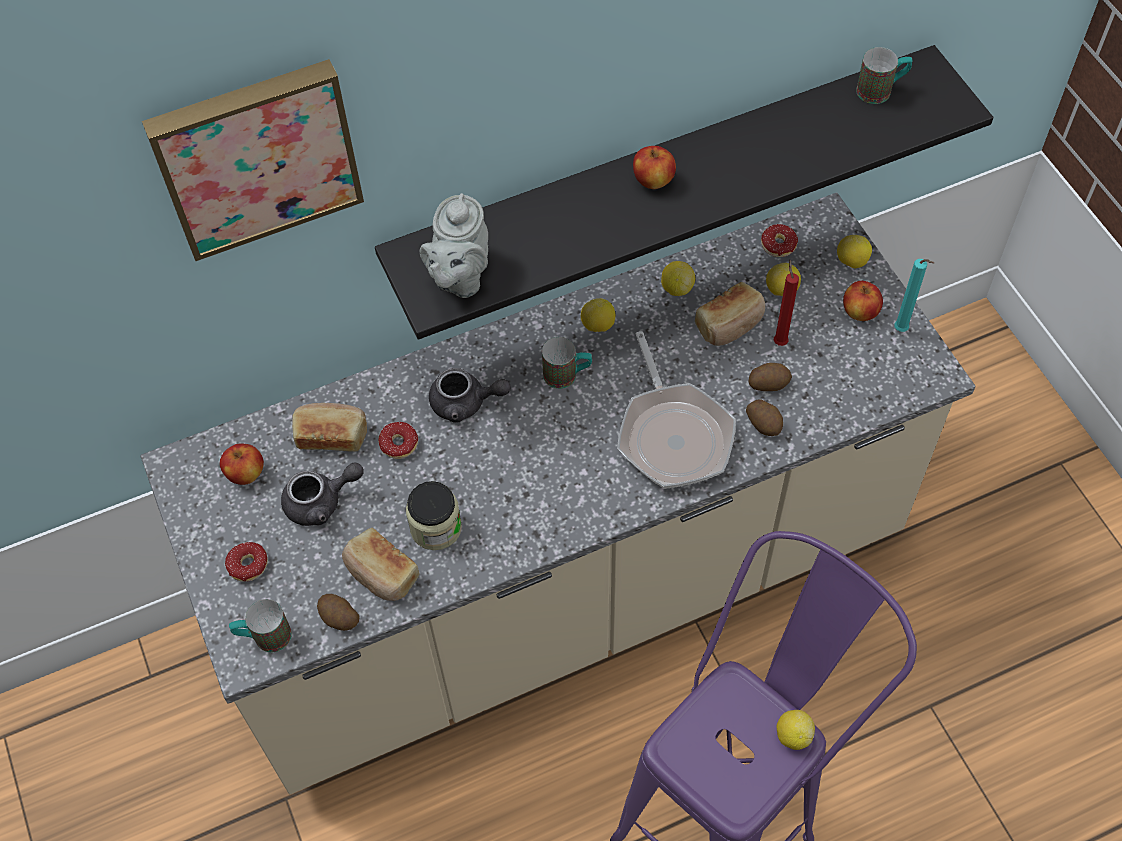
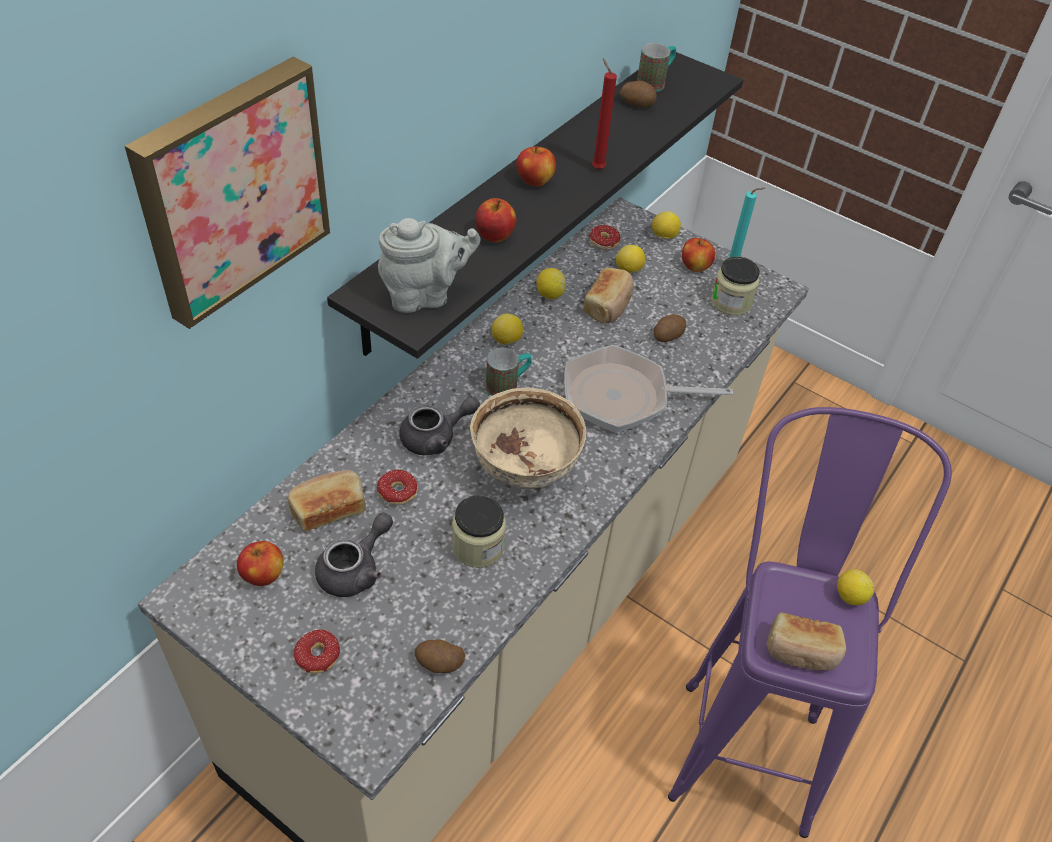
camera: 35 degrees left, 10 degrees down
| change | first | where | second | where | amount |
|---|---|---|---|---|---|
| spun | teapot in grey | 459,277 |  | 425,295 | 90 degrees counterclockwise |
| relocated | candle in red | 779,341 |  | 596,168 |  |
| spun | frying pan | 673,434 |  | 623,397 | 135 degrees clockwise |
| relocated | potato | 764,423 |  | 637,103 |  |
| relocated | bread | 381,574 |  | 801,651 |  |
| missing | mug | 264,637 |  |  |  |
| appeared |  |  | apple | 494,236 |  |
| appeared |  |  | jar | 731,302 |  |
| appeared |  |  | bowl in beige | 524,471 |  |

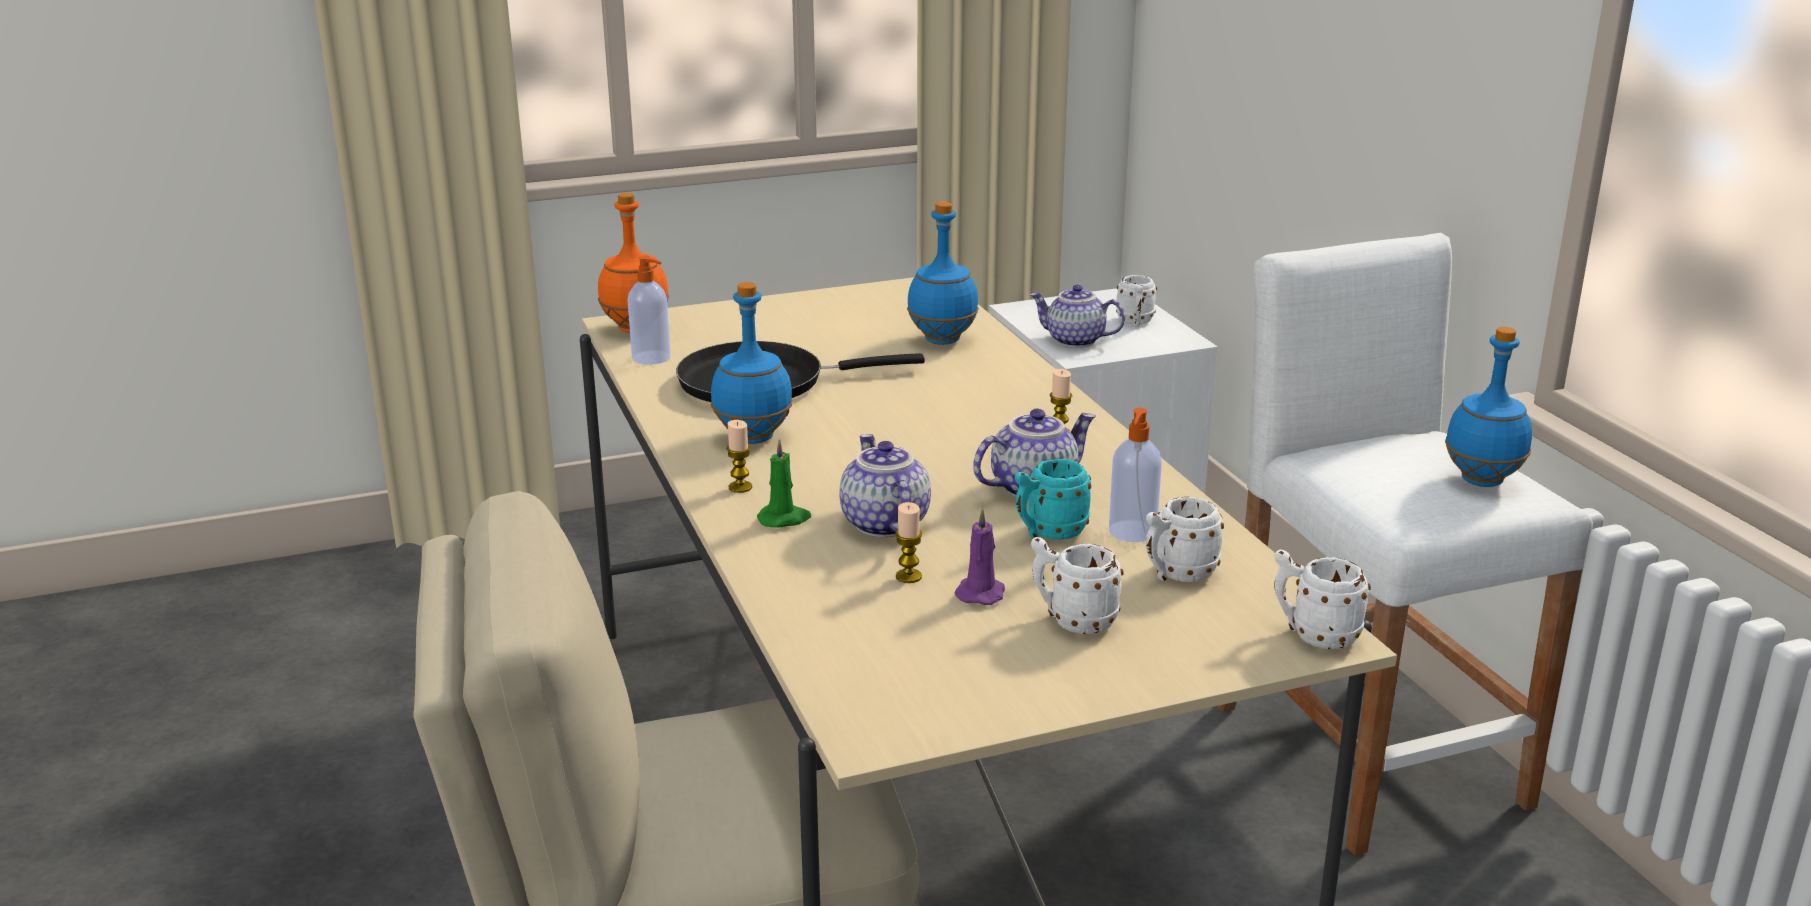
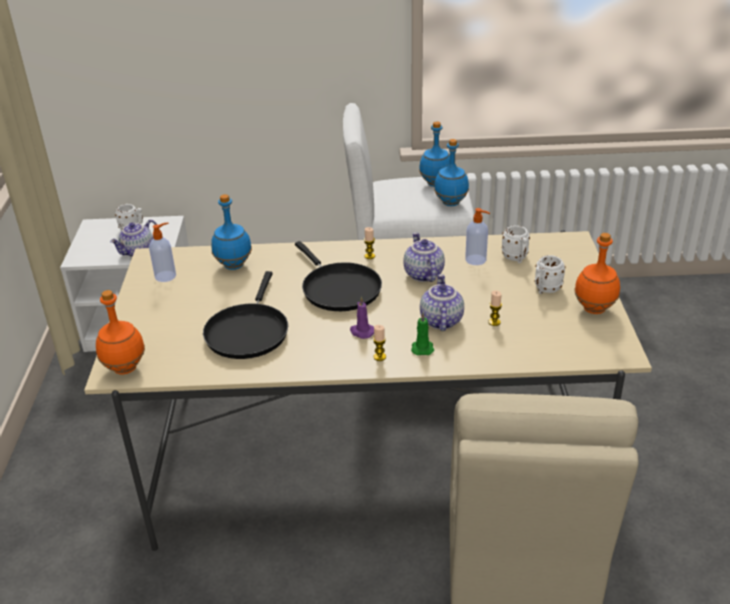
camera: 70 degrees left, 10 degrees up
| change | first | where | second | where | amount |
|---|---|---|---|---|---|
| relocated | soap dispenser | 652,358 |  | 166,276 |  |
| relocated | bottle in blue | 753,438 |  | 451,203 |  |
| spun | teapot | 882,523 |  | 440,320 | 90 degrees clockwise |
| missing | mug in turquoise | 1048,533 |  |  |  |
| relocated | candle in purple | 981,593 |  | 361,332 |  |
| missing | mug in white | 1314,634 |  |  |  |
| appeared |  |  | bottle in orange | 594,309 |  |
| appeared |  |  | frying pan in black | 338,288 |  |

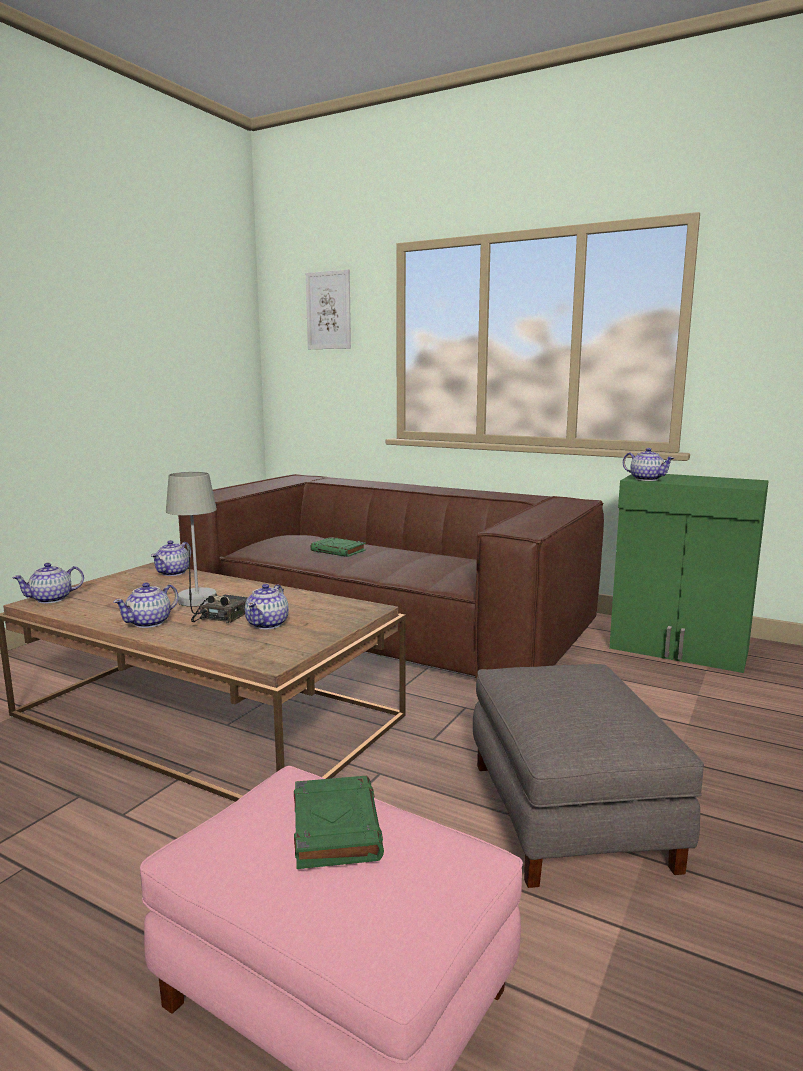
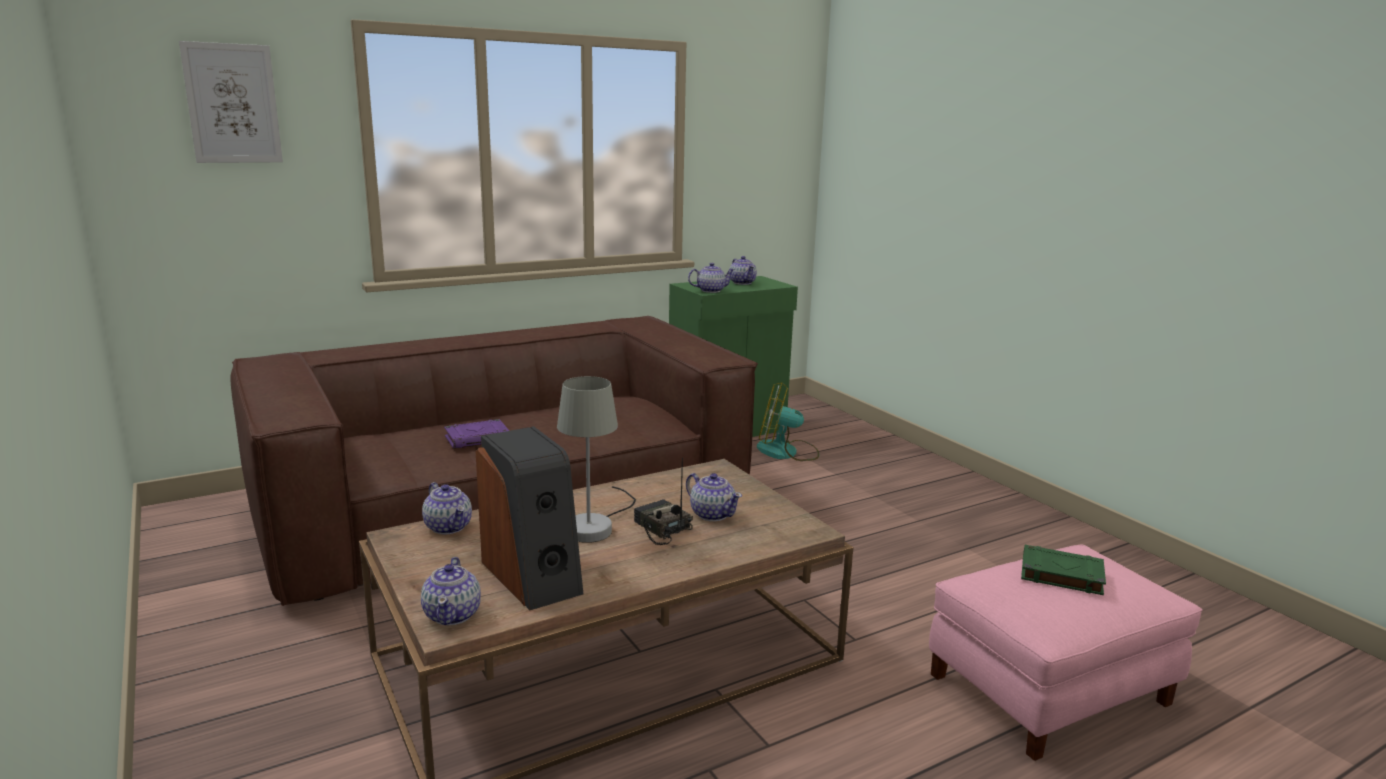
camera: 60 degrees left, 5 degrees up
| change | first | where | second | where | amount |
|---|---|---|---|---|---|
| colour | book in green | 339,551 | book in purple | 478,438 |  |
| relocated | teapot | 149,623 |  | 742,282 |  |
| missing | ottoman in grey | 571,814 |  |  |  |
| appeared |  |  | fan | 786,452 |  |
| appeared |  |  | speaker | 533,576 |  |

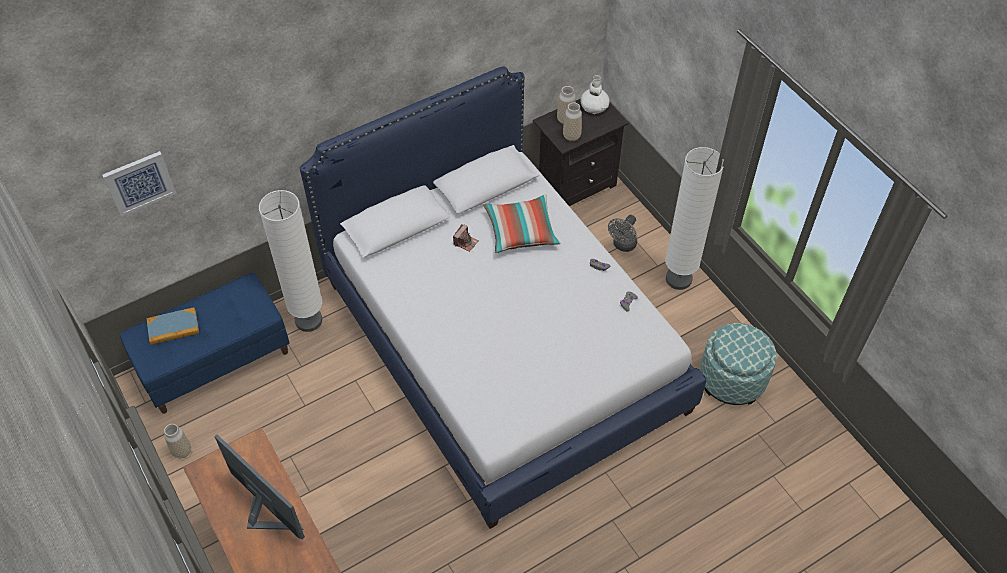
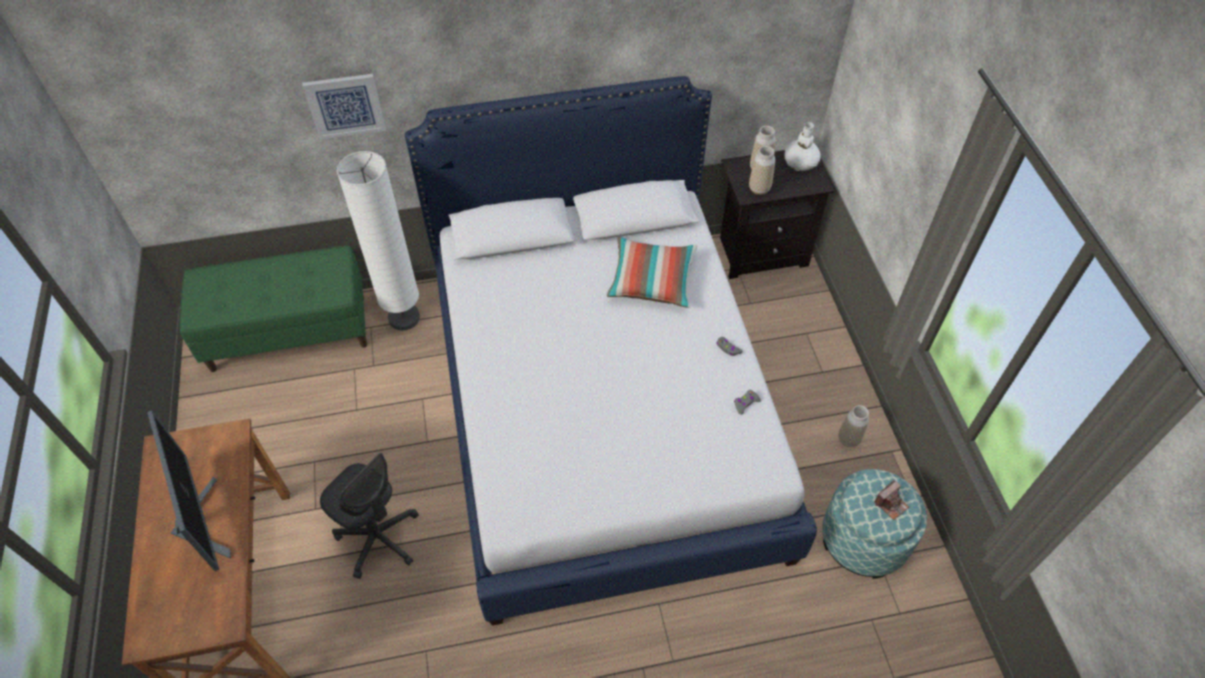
camera: 20 degrees right, 0 degrees up
| change | first | where | second | where | amount |
|---|---|---|---|---|---|
| missing | floor lamp in white | 678,279 |  |  |  |
| relocated | picture | 139,182 |  | 345,105 |  |
| missing | fan in grey | 623,246 |  |  |  |
| relocated | photo camera | 465,242 |  | 890,504 |  |
| colour | bench in blue | 215,361 | bench in green | 290,332 |  |
| missing | book | 173,327 |  |  |  |
| relocated | vase | 182,451 |  | 848,439 |  |
| appeared |  |  | office chair in grey | 379,538 |  |

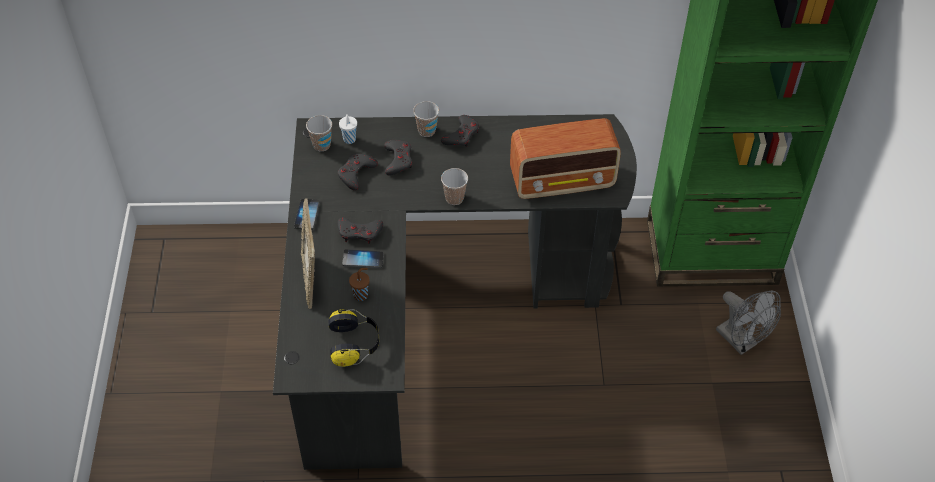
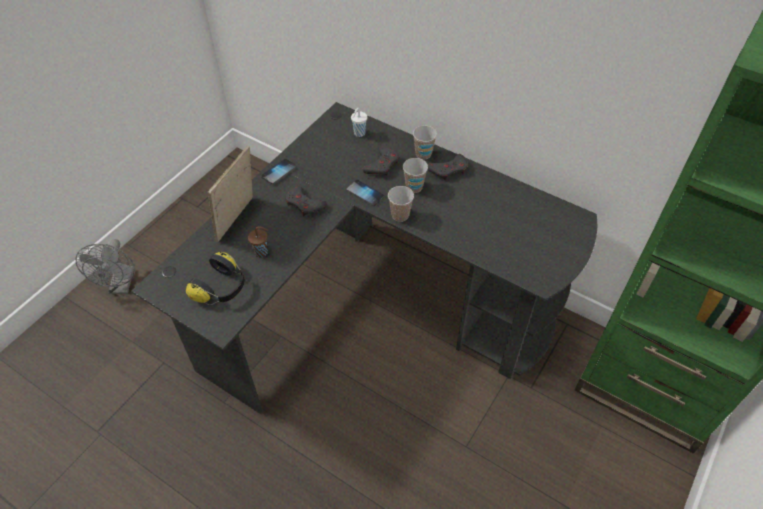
camera: 35 degrees right, 0 degrees up
| change | first | where | second | where | amount |
|---|---|---|---|---|---|
| relocated | cup | 321,145 |  | 414,187 |  |
| missing | radio | 563,181 |  |  |  |
| missing | game controller in grey | 356,173 |  |  |  |
| relocated | phone | 363,259 |  | 365,193 |  |
| relocated | fan in grey | 741,342 |  | 121,286 |  |

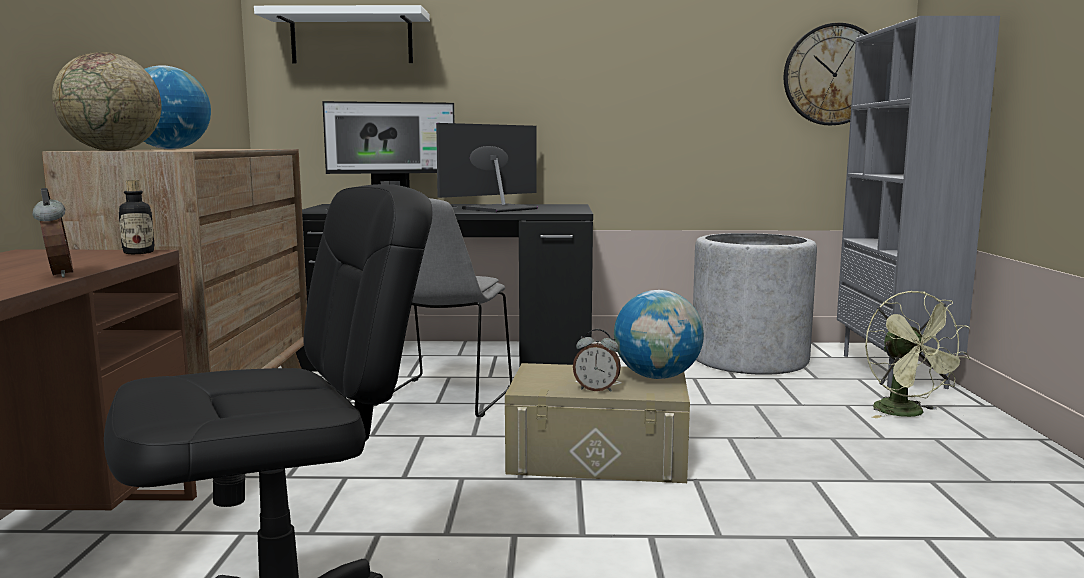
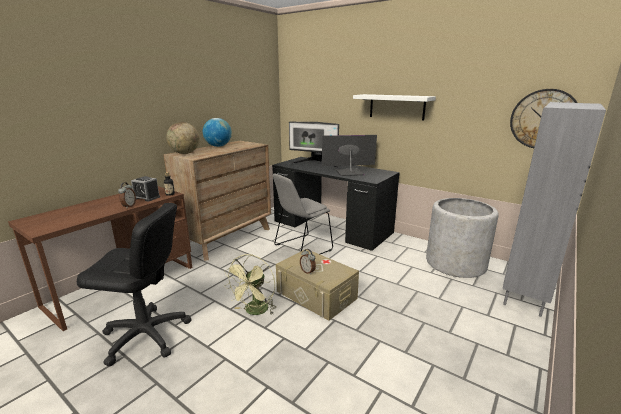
camera: 35 degrees right, 10 degrees up
| change | first | where | second | where | amount |
|---|---|---|---|---|---|
| relocated | shelf in white | 351,38 |  | 396,107 |  |
| missing | globe | 657,377 |  |  |  |
| relocated | fan in green | 907,413 |  | 254,311 |  |
| appeared |  |  | alarm clock | 147,197 |  |

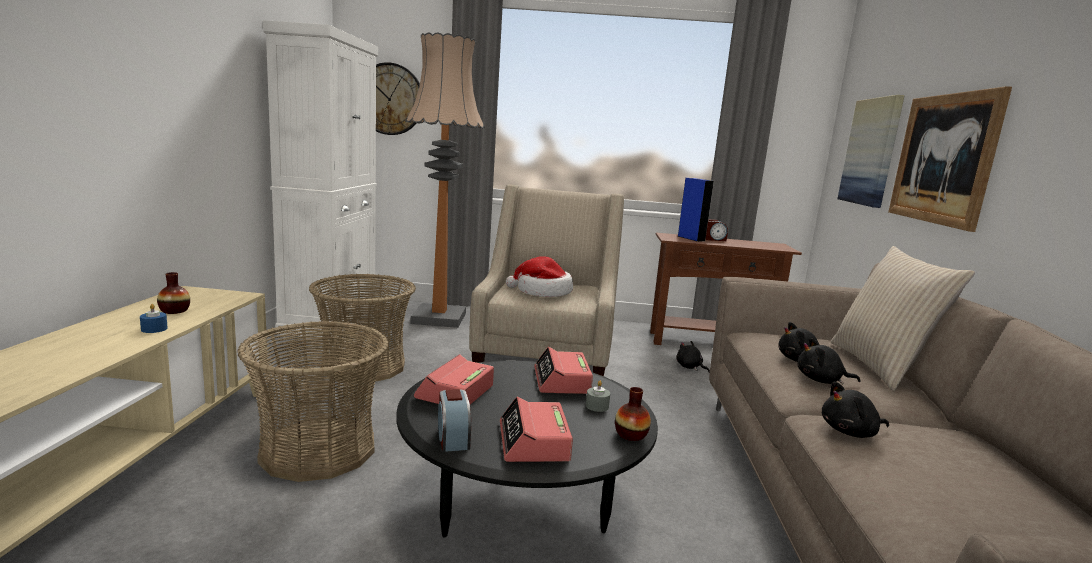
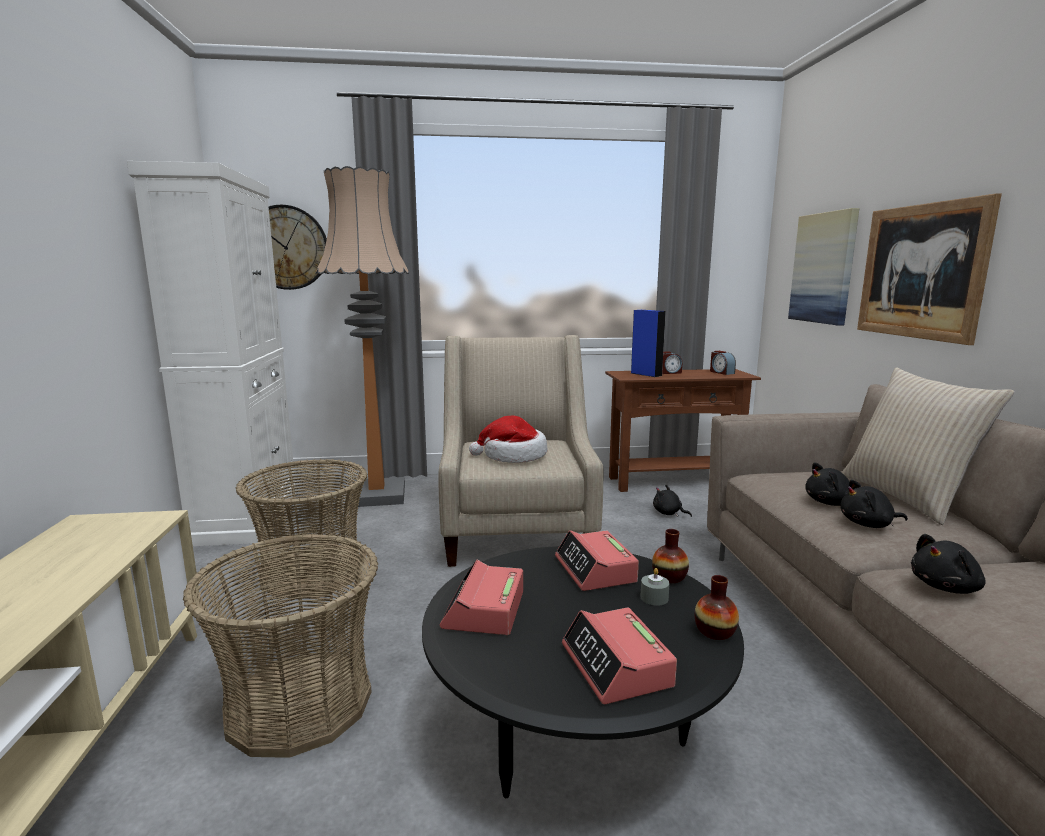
camera: 10 degrees left, 0 degrees up
| change | first | where | second | where | amount |
|---|---|---|---|---|---|
| relocated | vase | 174,311 |  | 669,577 |  |
| missing | candle in blue | 154,329 |  |  |  |
| relocated | alarm clock | 452,438 |  | 721,372 |  |

